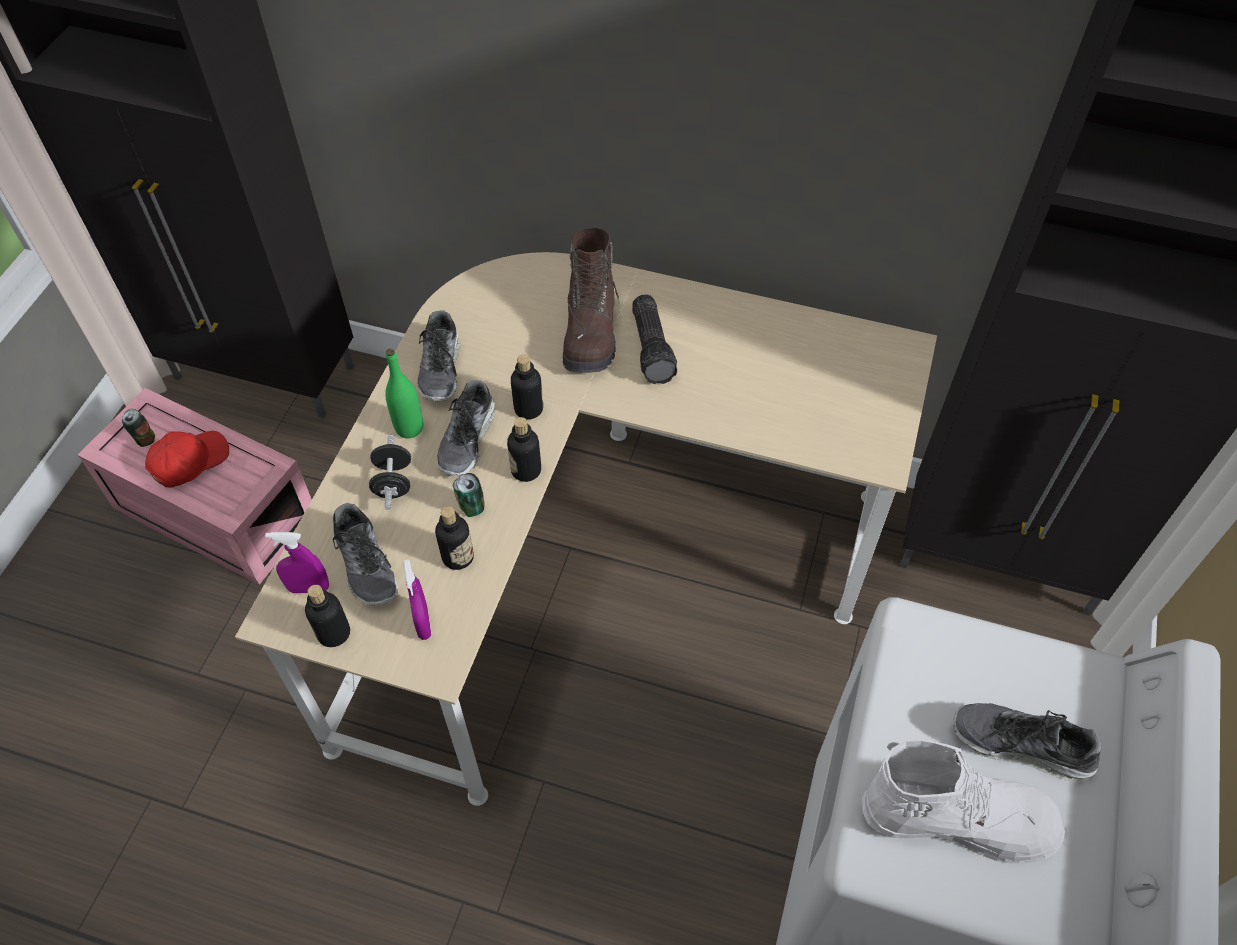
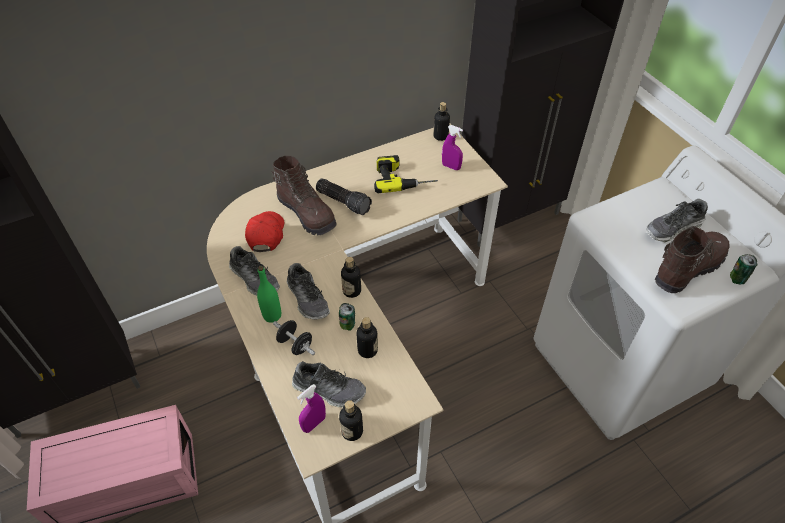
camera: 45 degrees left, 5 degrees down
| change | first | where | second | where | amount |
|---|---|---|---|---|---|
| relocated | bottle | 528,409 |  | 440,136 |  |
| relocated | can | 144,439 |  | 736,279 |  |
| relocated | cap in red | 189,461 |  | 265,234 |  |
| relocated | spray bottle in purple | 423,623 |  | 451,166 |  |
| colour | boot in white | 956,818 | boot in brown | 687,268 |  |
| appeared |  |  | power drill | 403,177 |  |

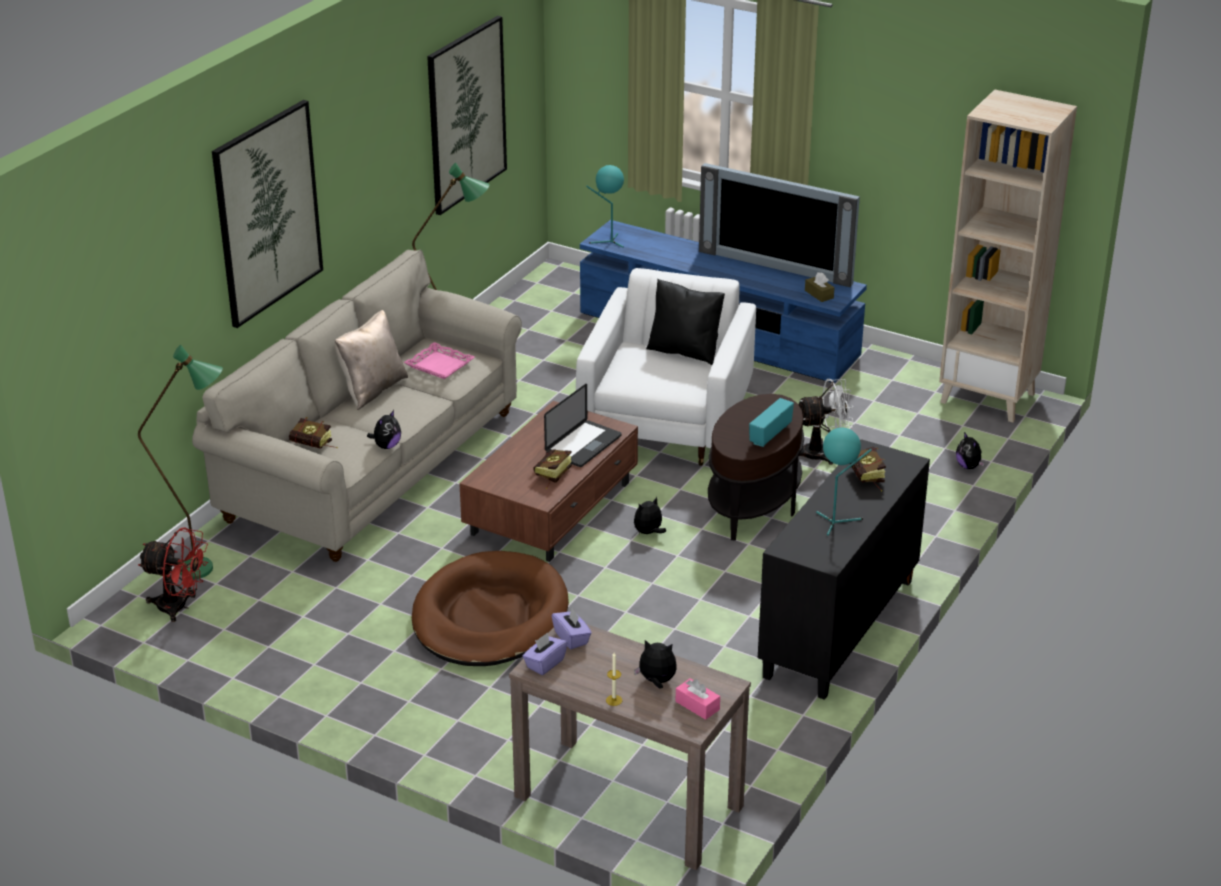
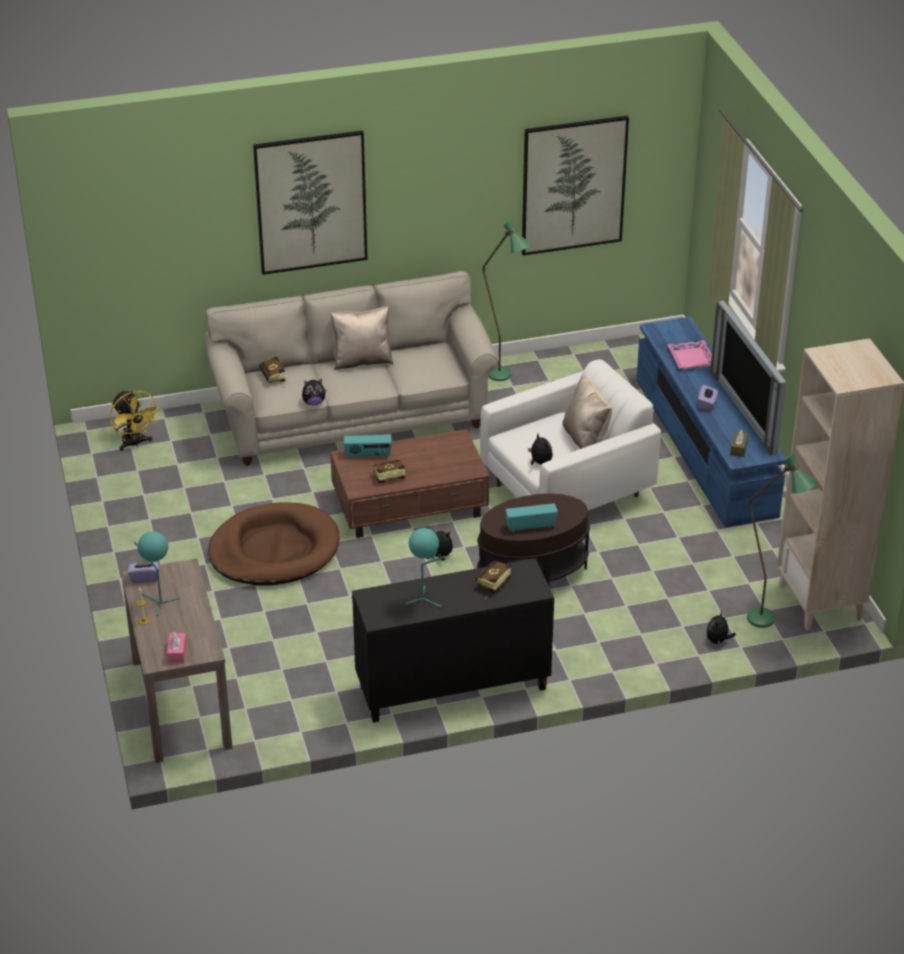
camera: 45 degrees right, 5 degrees up
| change | first | where | second | where | amount |
|---|---|---|---|---|---|
| relocated | table lamp in turquoise | 608,242 |  | 158,602 |  |
| colour | pillow in black | 685,351 | pillow in beige | 586,440 |  |
| relocated | tray in pink | 439,365 |  | 691,358 |  |
| relocated | floor lamp in green | 209,569 |  | 769,623 |  |
| missing | fan in white | 822,453 |  |  |  |
| missing | laptop | 583,445 |  |  |  |
| colour | fan in red | 179,607 | fan in yellow | 135,443 |  |
| relocated | tissue box in purple | 571,638 |  | 707,404 |  |
| relocated | plush toy | 657,681 |  | 540,462 |  |
| appeared |  |  | radio | 368,455 |  |

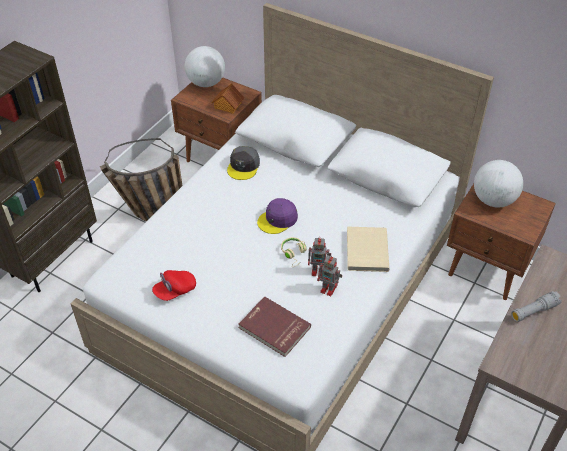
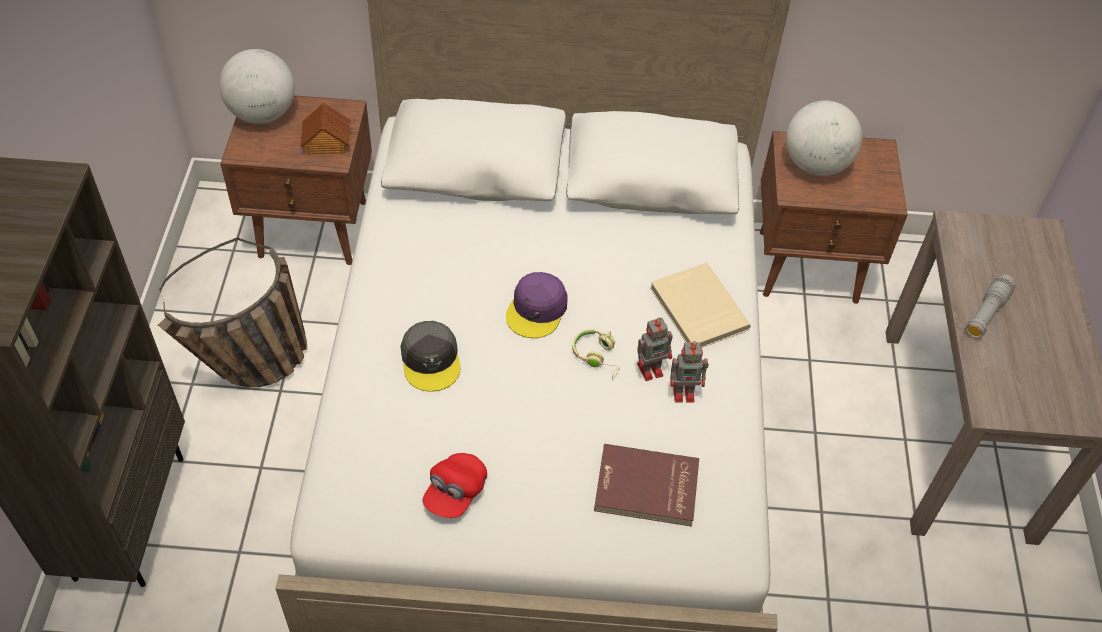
camera: 30 degrees left, 5 degrees up
| change | first | where | second | where | amount |
|---|---|---|---|---|---|
| relocated | cap in grey | 243,166 |  | 431,360 |  |

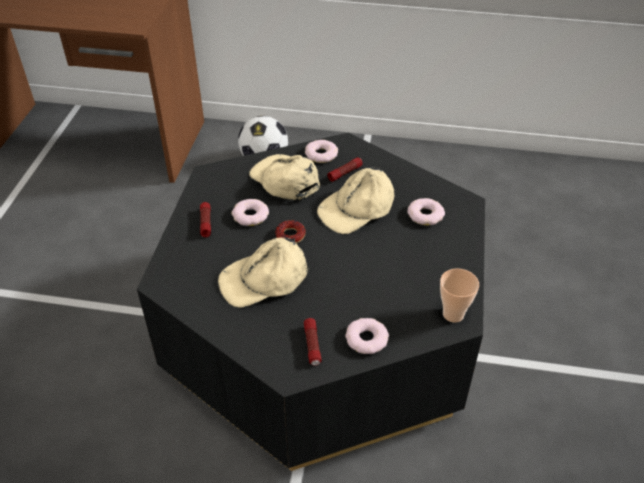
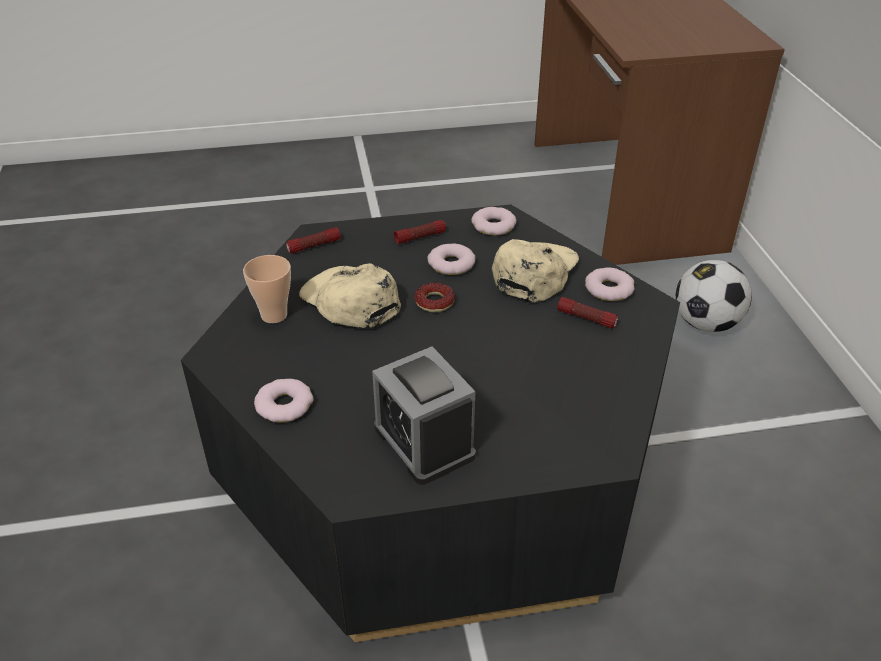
camera: 70 degrees right, 5 degrees down
| change | first | where | second | where | amount |
|---|---|---|---|---|---|
| missing | cap in beige | 357,208 |  |  |  |
| relocated | donut | 425,215 |  | 493,226 |  |
| relocated | cup | 453,314 |  | 274,315 |  |
| relocated | flashlight | 312,345 |  | 314,246 |  |
| appeared |  |  | alarm clock | 424,442 |  |

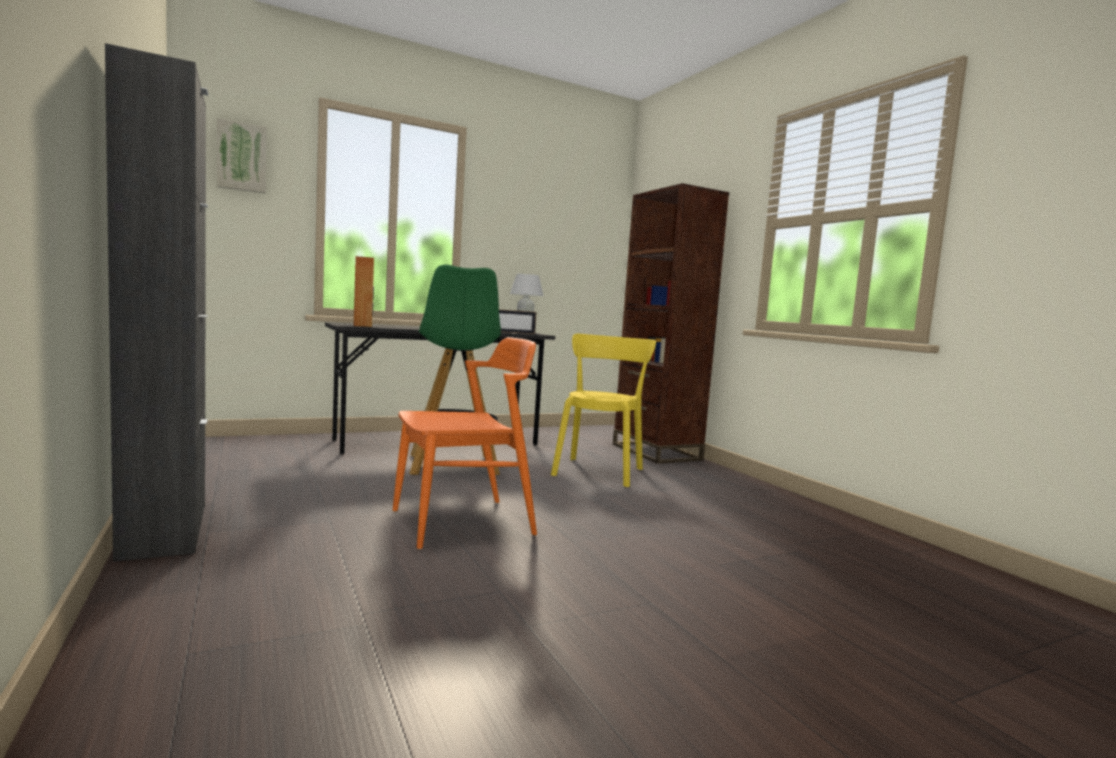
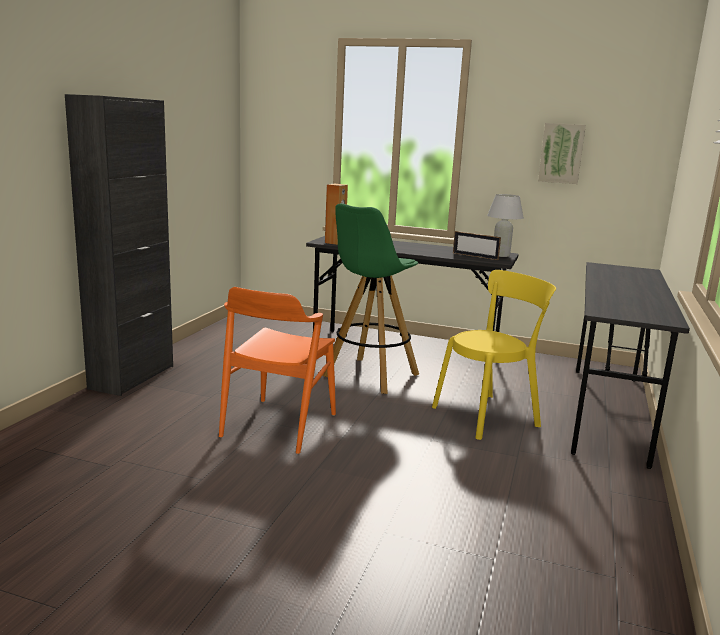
camera: 45 degrees right, 10 degrees up
| change | first | where | second | where | amount |
|---|---|---|---|---|---|
| relocated | picture | 241,157 |  | 561,153 |  |
| exchanged | bookcase in brown | 656,452 | desk in grey | 608,413 |  |
| spun | chair in orange | 463,523 |  | 278,425 | 90 degrees clockwise |

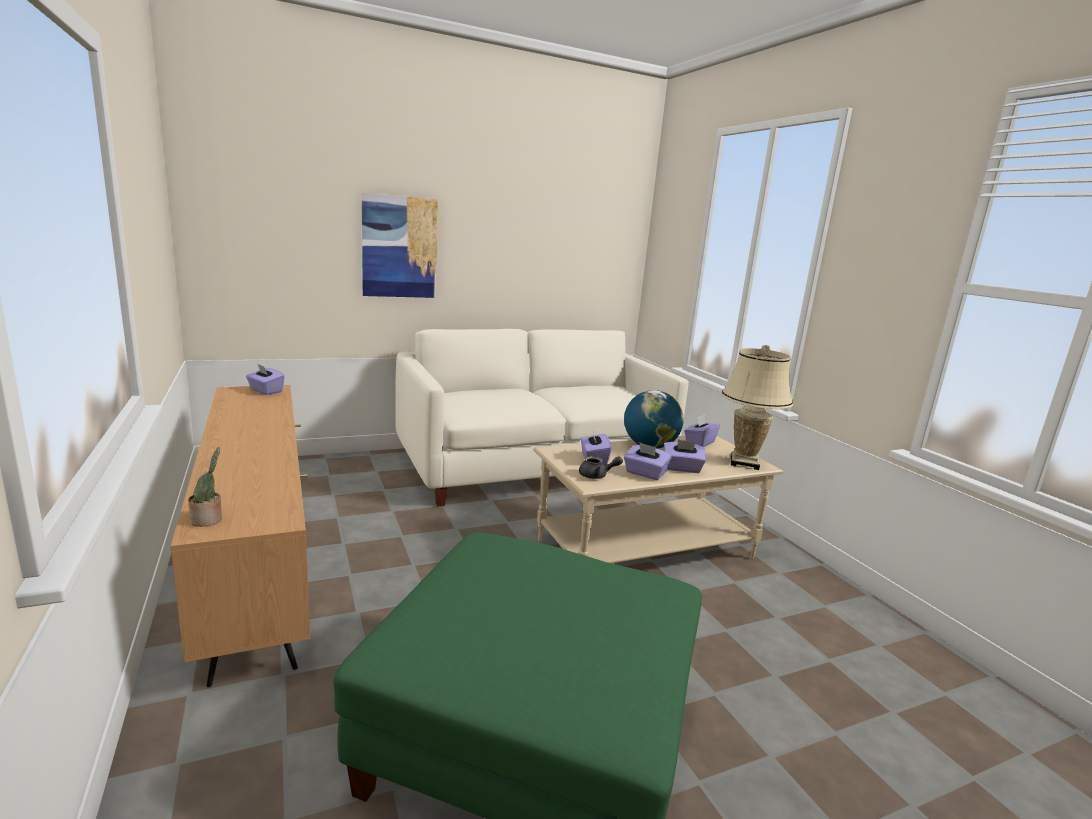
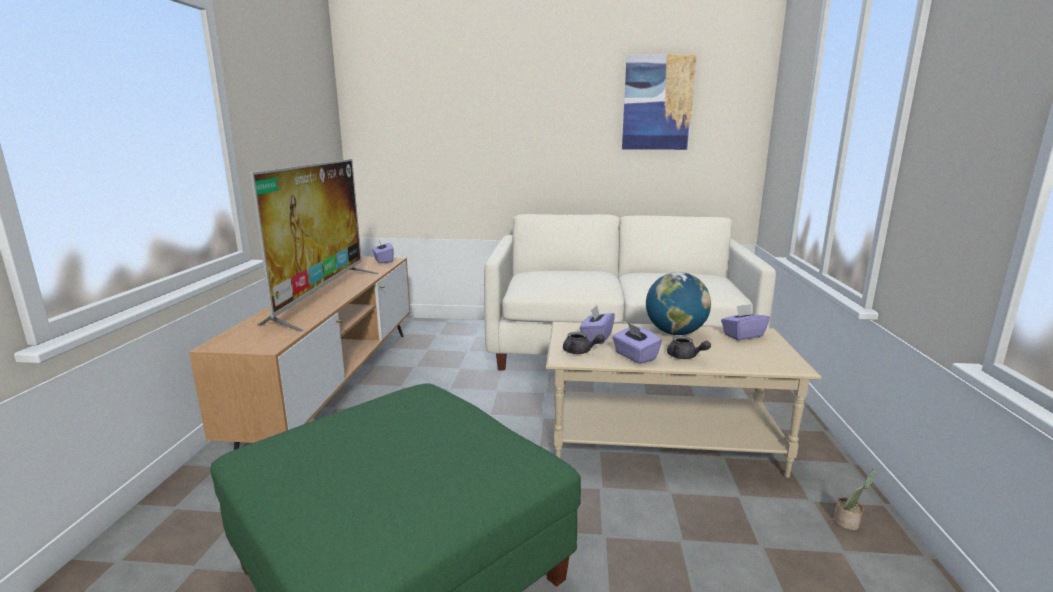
camera: 30 degrees right, 0 degrees up
| change | first | where | second | where | amount |
|---|---|---|---|---|---|
| relocated | picture | 399,247 |  | 657,103 |  |
| missing | table lamp in beige | 744,463 |  |  |  |
| exchanged | tissue box in purple | 682,468 | teapot in grey | 685,357 |  |
| relocated | potted plant | 208,520 |  | 848,522 |  |
| appeared |  |  | television | 323,296 |  |

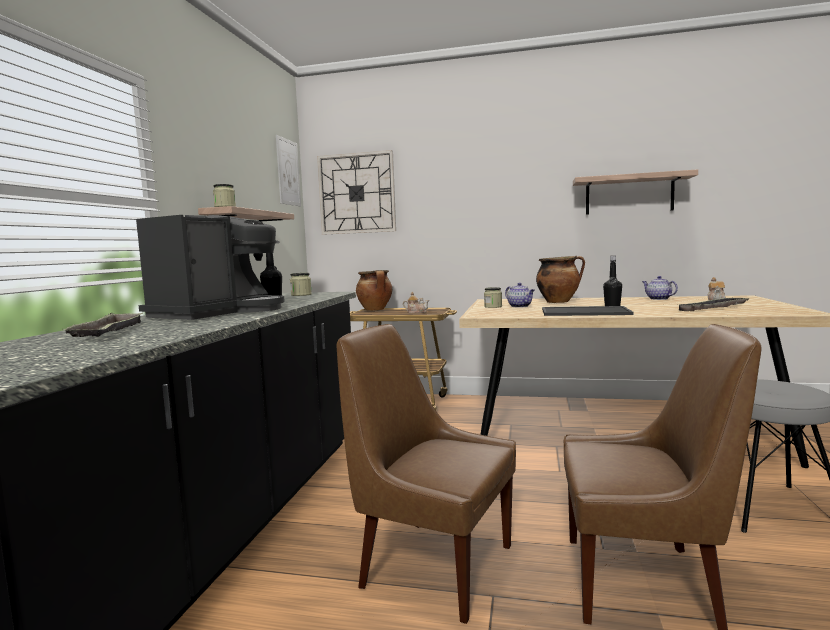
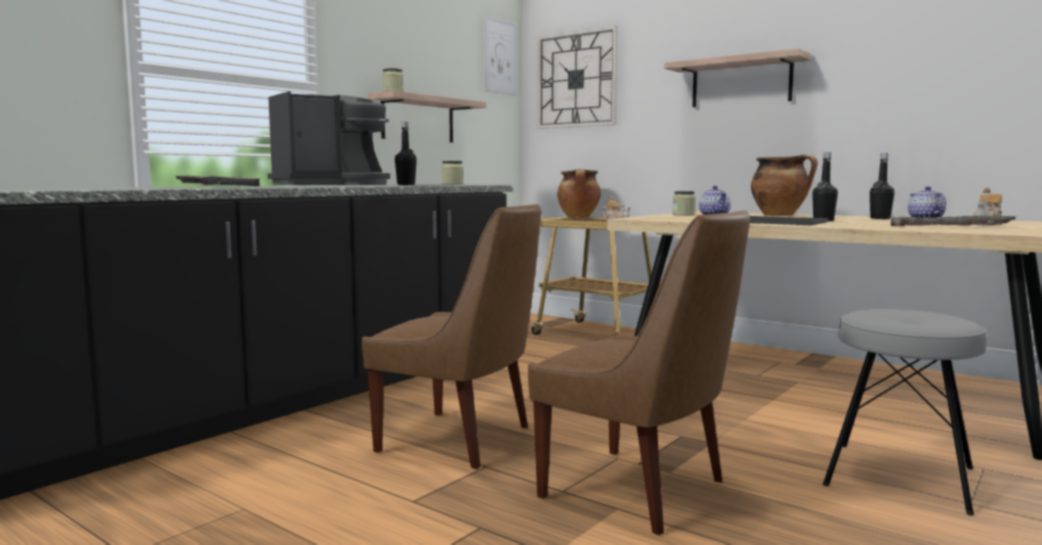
camera: 25 degrees right, 0 degrees up
| change | first | where | second | where | amount |
|---|---|---|---|---|---|
| relocated | shelf | 629,194 |  | 741,82 |  |
| spun | chair in brown | 432,564 |  | 460,440 | 150 degrees clockwise |
| appeared |  |  | bottle in black | 880,218 |  |

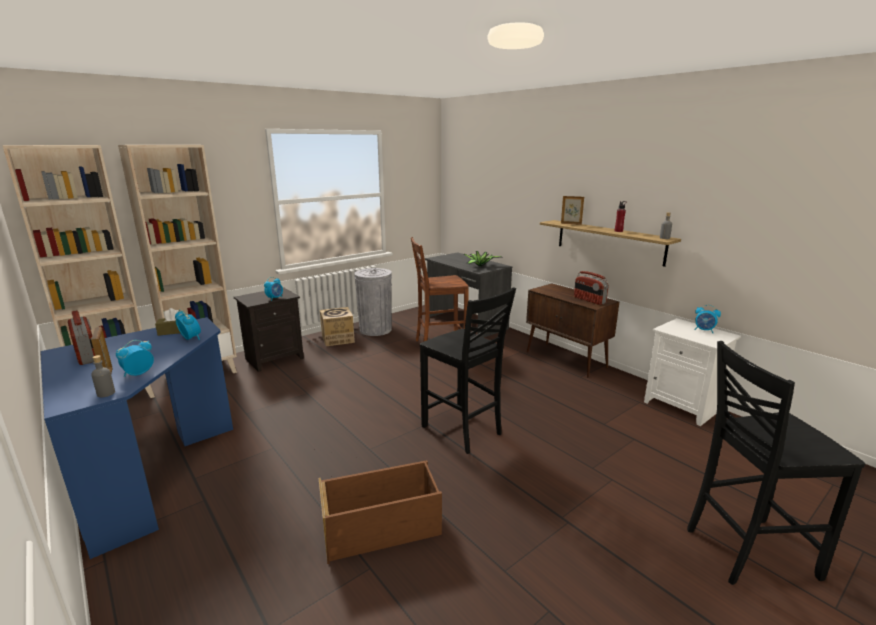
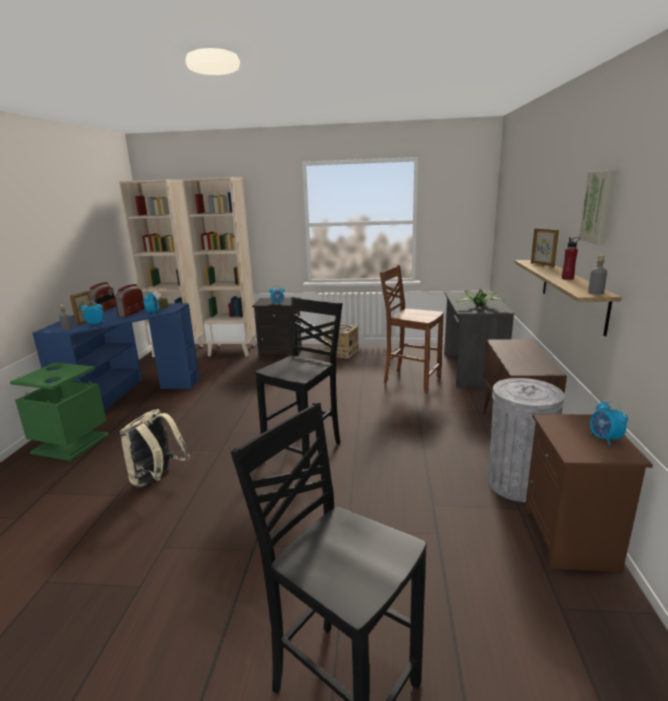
camera: 45 degrees right, 0 degrees up
| change | first | where | second | where | amount |
|---|---|---|---|---|---|
| relocated | trash can in grey | 375,329 |  | 517,484 |  |
| relocated | radio | 589,300 |  | 131,313 |  |
| spun | chair in black | 463,431 |  | 305,450 | 150 degrees counterclockwise |
| colour | nightstand in white | 683,406 | nightstand in brown | 571,540 |  |
| exchanged | storage box in brown | 382,528 | backpack in beige | 157,479 |  |
| appeared |  |  | picture | 599,207 |  |
| appeared |  |  | trash can in green | 71,443 |  |

